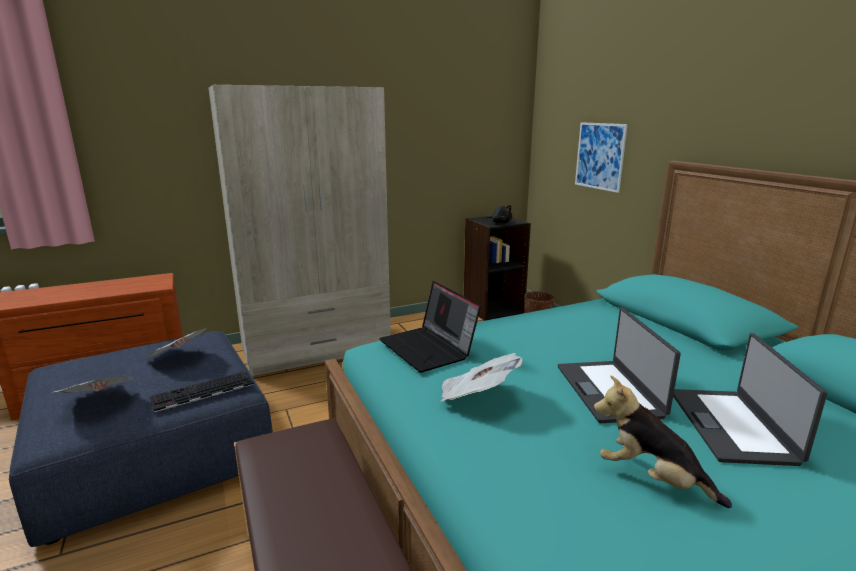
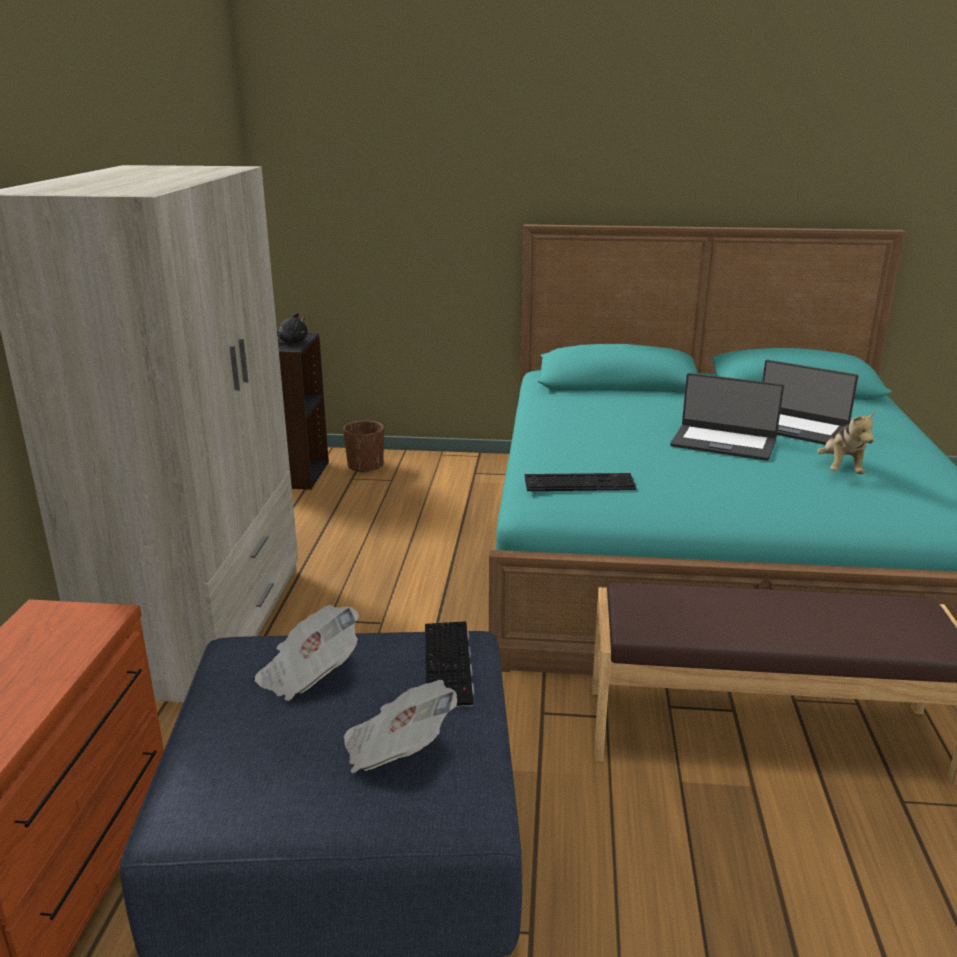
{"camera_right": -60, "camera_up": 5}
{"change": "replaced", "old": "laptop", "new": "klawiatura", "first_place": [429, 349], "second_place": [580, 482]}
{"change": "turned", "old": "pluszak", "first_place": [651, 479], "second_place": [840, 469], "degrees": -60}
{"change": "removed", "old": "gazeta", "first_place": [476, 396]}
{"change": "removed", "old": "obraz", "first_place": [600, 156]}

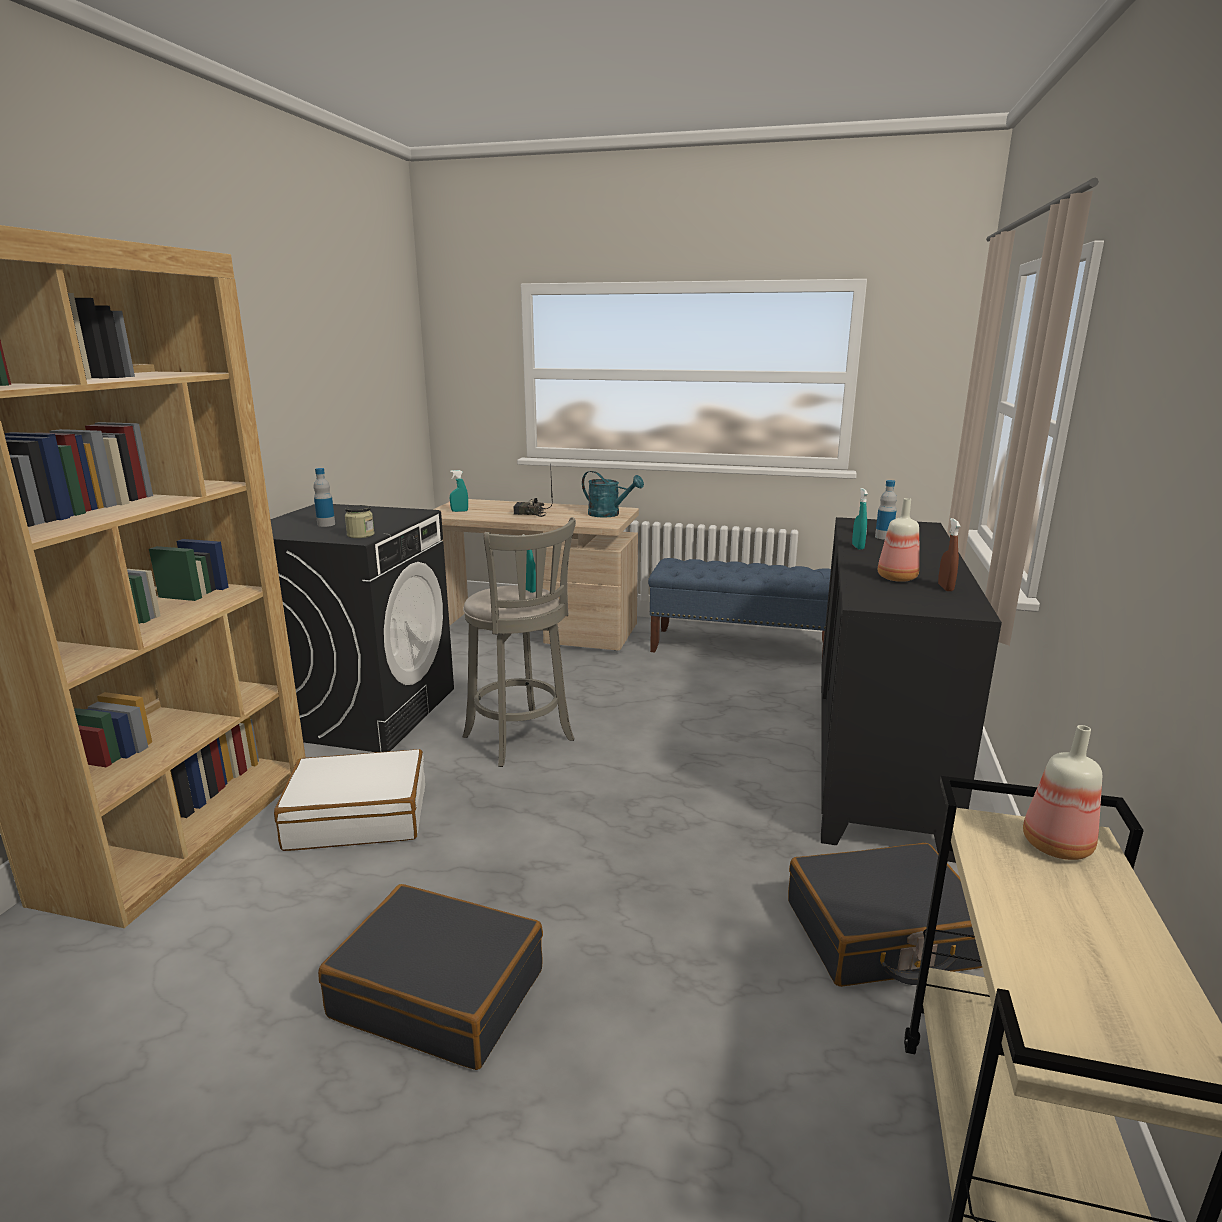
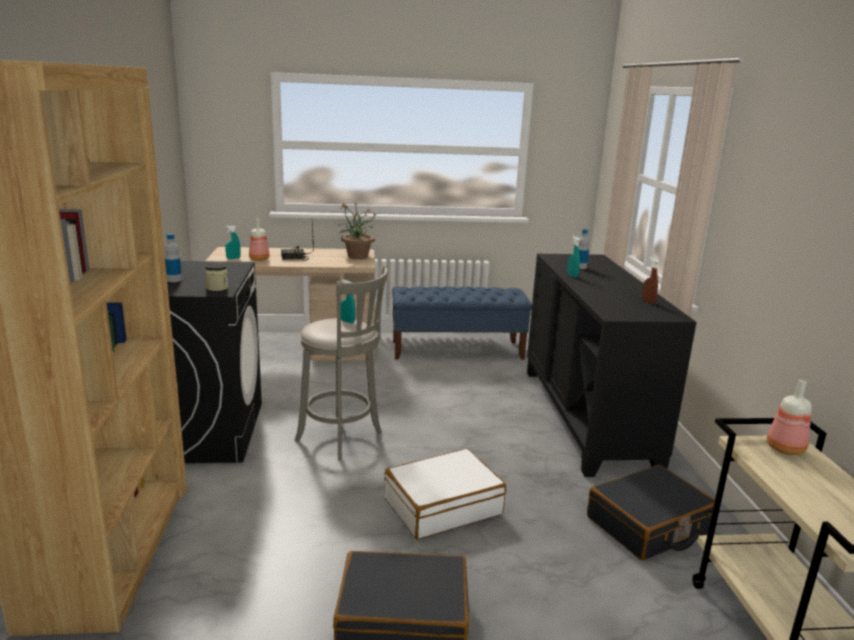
{"camera_right": -20, "camera_up": 0}
{"change": "moved", "old": "butelka", "first_place": [897, 578], "second_place": [259, 259]}
{"change": "replaced", "old": "konewka/turkusowy", "new": "roślina doniczkowa", "first_place": [609, 514], "second_place": [357, 256]}
{"change": "moved", "old": "walizka/biały", "first_place": [358, 817], "second_place": [442, 506]}

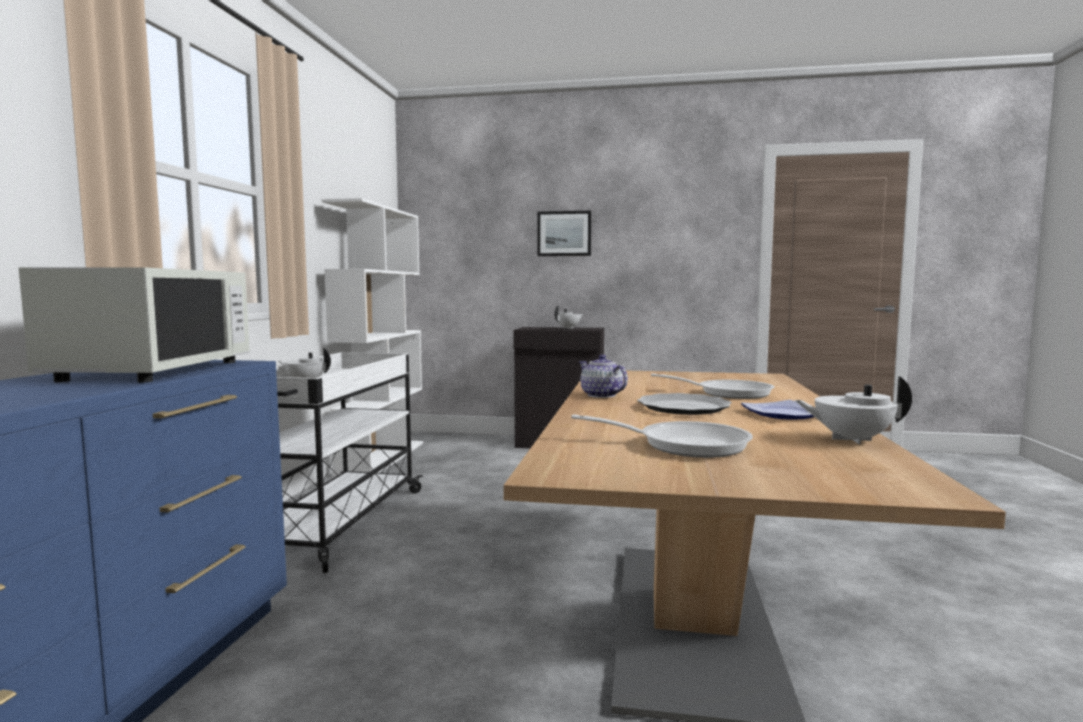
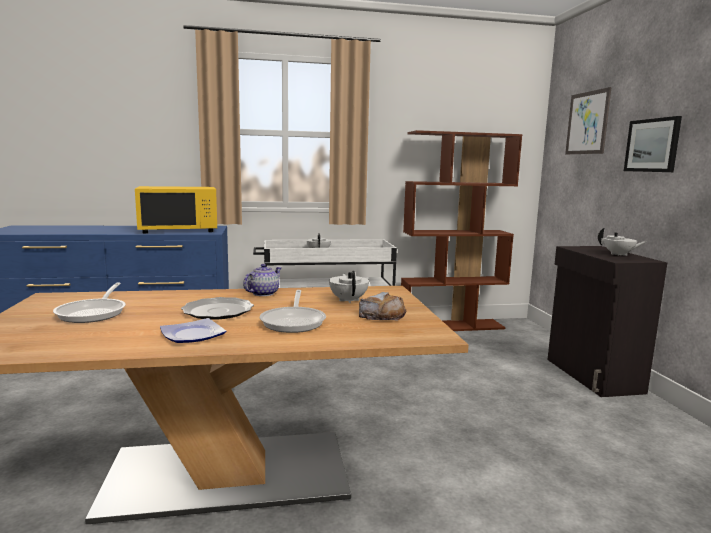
{"camera_right": 70, "camera_up": 5}
{"change": "recoloured", "old": "mikrofalówka/biały", "new": "mikrofalówka/żółty", "first_place": [154, 370], "second_place": [179, 230]}
{"change": "moved", "old": "imbryk/biały", "first_place": [851, 439], "second_place": [348, 300]}
{"change": "added", "new": "chleb", "second_place": [382, 315]}
{"change": "recoloured", "old": "regał/biały", "new": "regał/brązowy", "first_place": [381, 458], "second_place": [452, 326]}
{"change": "added", "new": "obraz", "second_place": [587, 123]}

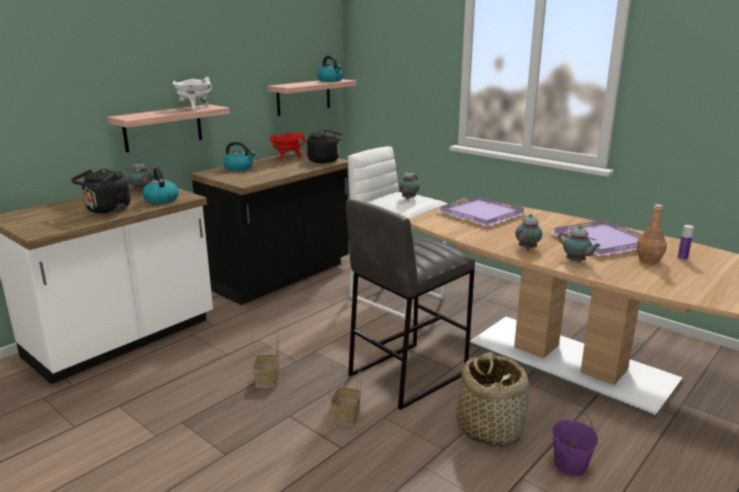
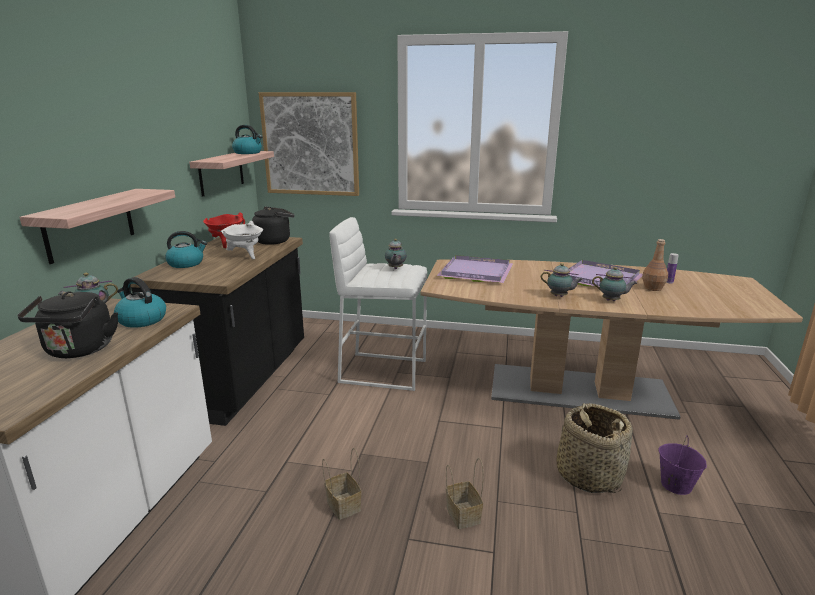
{"camera_right": -30, "camera_up": 0}
{"change": "moved", "old": "garnek/biały", "first_place": [194, 108], "second_place": [245, 256]}
{"change": "added", "new": "obraz", "second_place": [310, 144]}
{"change": "turned", "old": "imbryk", "first_place": [527, 248], "second_place": [559, 296], "degrees": 135}
{"change": "removed", "old": "stołek/szary", "first_place": [406, 374]}

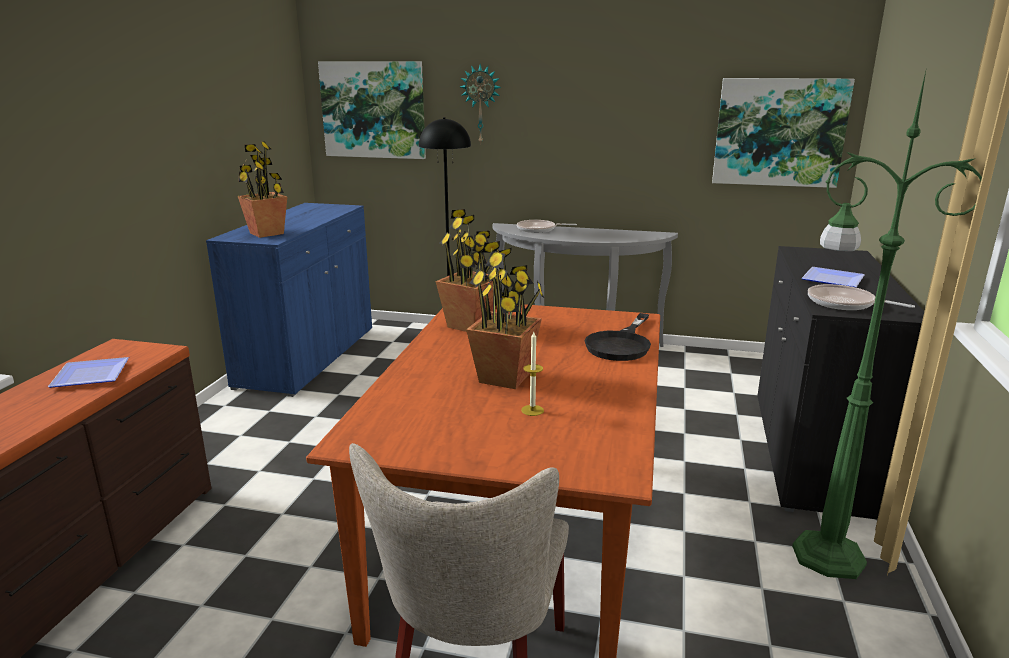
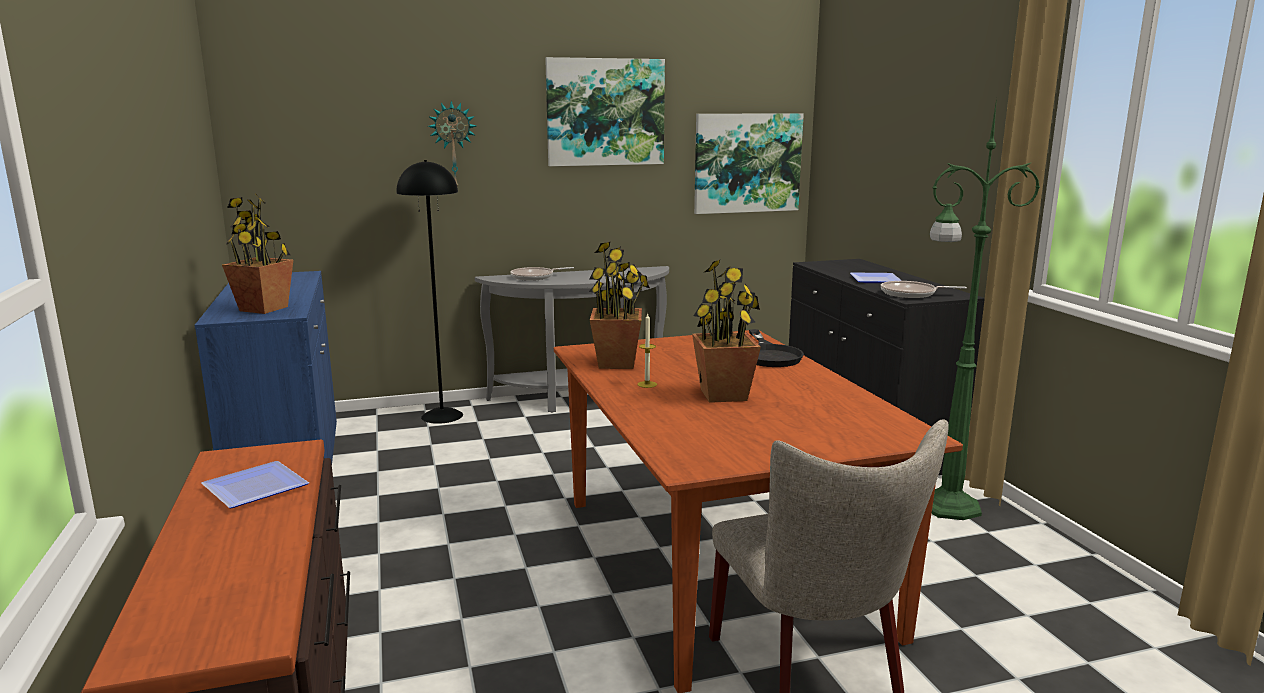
{"camera_right": -30, "camera_up": -5}
{"change": "moved", "old": "obraz", "first_place": [373, 110], "second_place": [605, 112]}
{"change": "moved", "old": "świeca", "first_place": [532, 410], "second_place": [647, 384]}

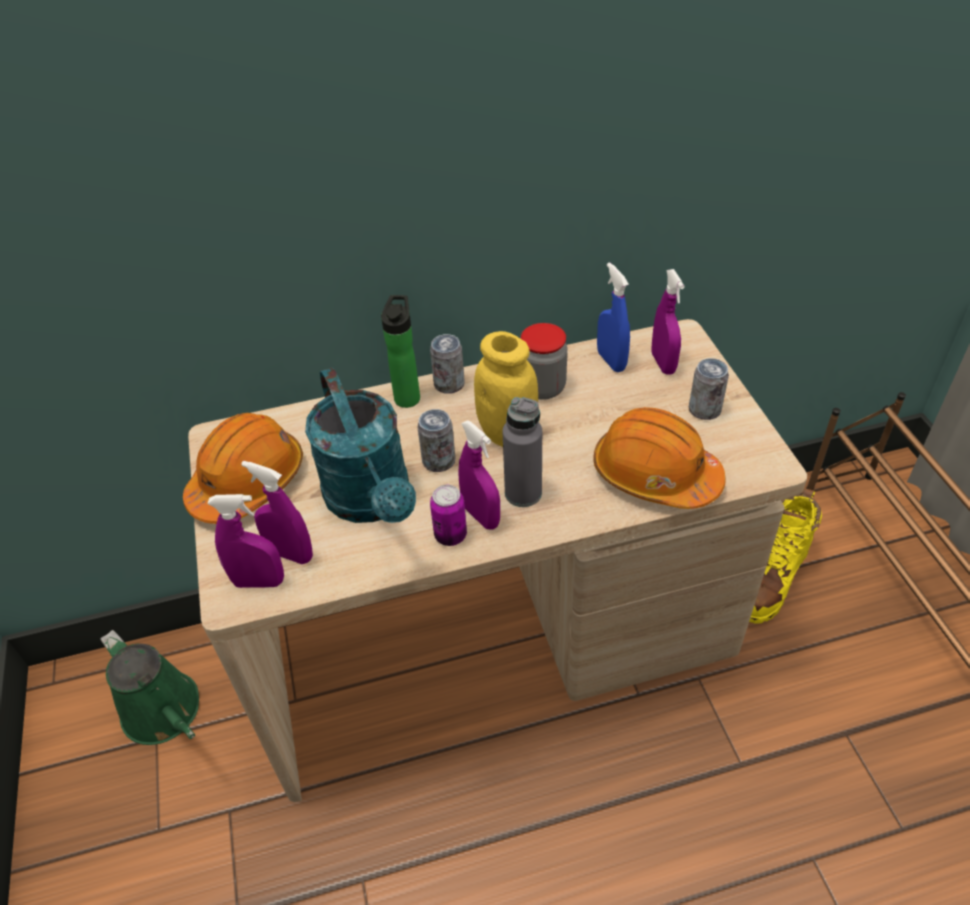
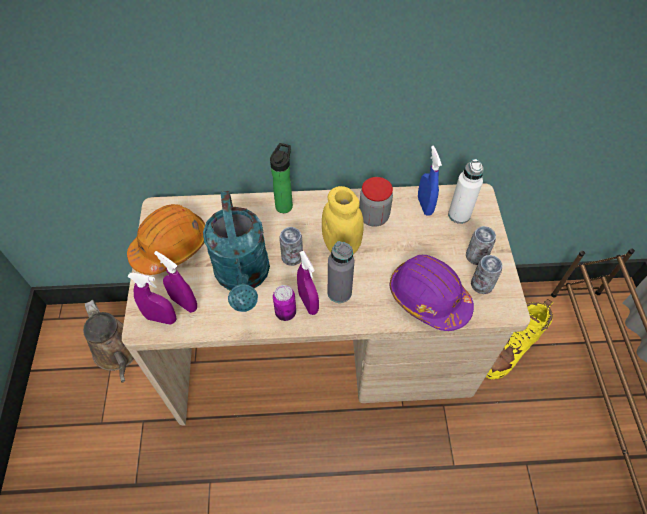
{"camera_right": 10, "camera_up": 10}
{"change": "recoloured", "old": "konewka/zielony", "new": "konewka/brązowy", "first_place": [165, 713], "second_place": [118, 353]}
{"change": "recoloured", "old": "kask/pomarańczowy", "new": "kask/fioletowy", "first_place": [655, 475], "second_place": [428, 298]}
{"change": "replaced", "old": "spryskiwacz/fioletowy", "new": "butelka/biały", "first_place": [663, 363], "second_place": [459, 215]}
{"change": "moved", "old": "puszka", "first_place": [449, 384], "second_place": [481, 285]}

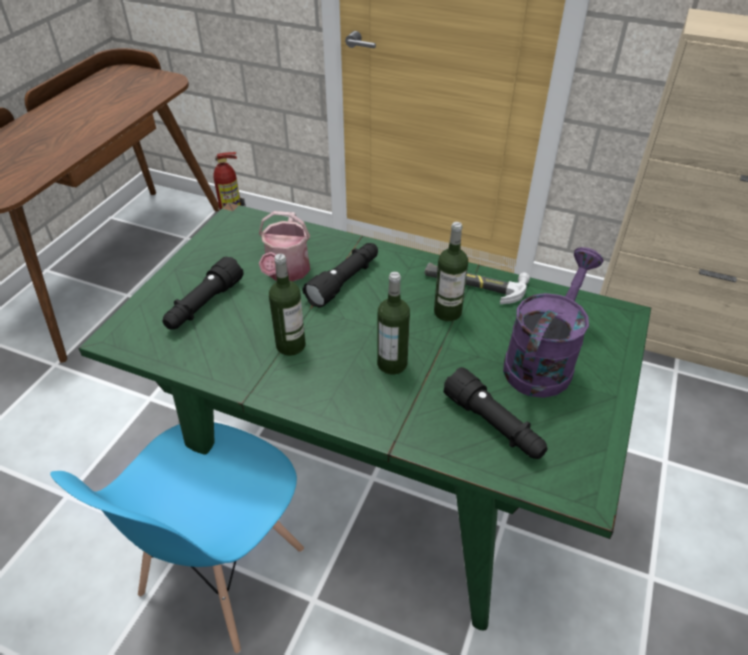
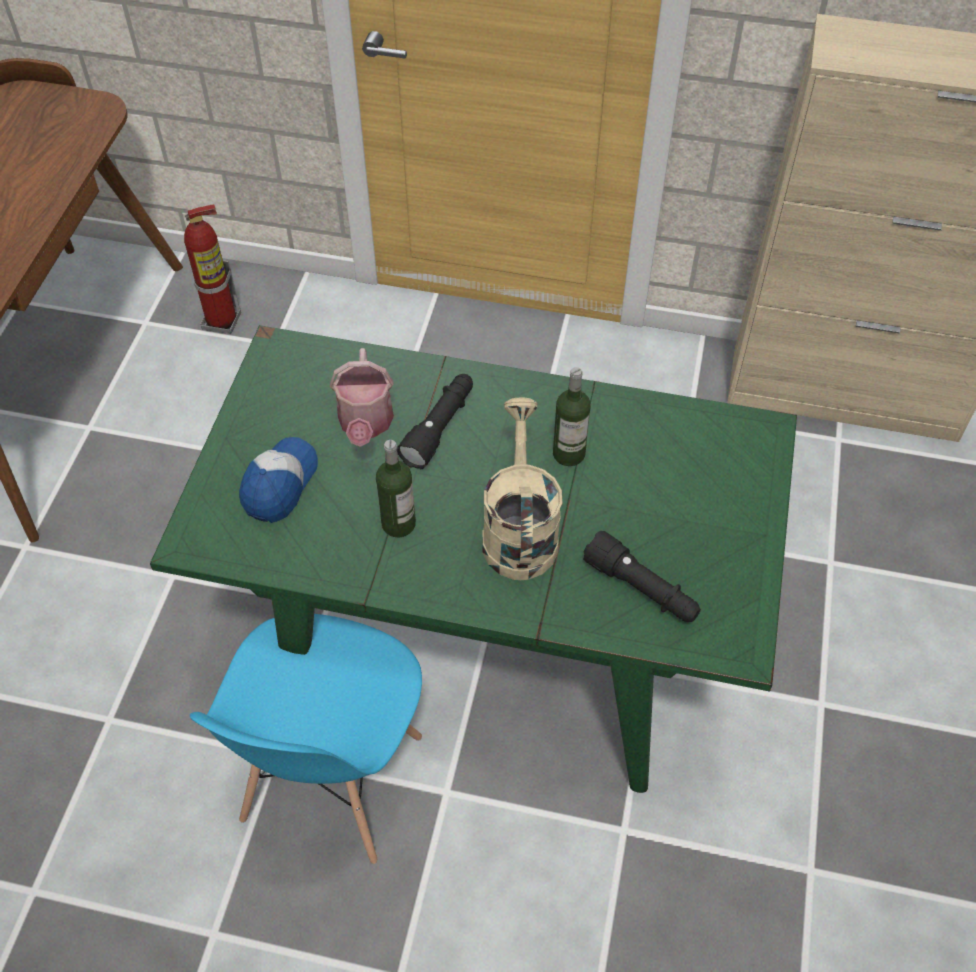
{"camera_right": -10, "camera_up": 10}
{"change": "replaced", "old": "latarka/czarny", "new": "czapka z daszkiem", "first_place": [204, 305], "second_place": [279, 484]}
{"change": "replaced", "old": "butelka", "new": "konewka/beżowy", "first_place": [392, 364], "second_place": [519, 530]}
{"change": "removed", "old": "młotek", "first_place": [474, 283]}
{"change": "removed", "old": "konewka/fioletowy", "first_place": [542, 360]}

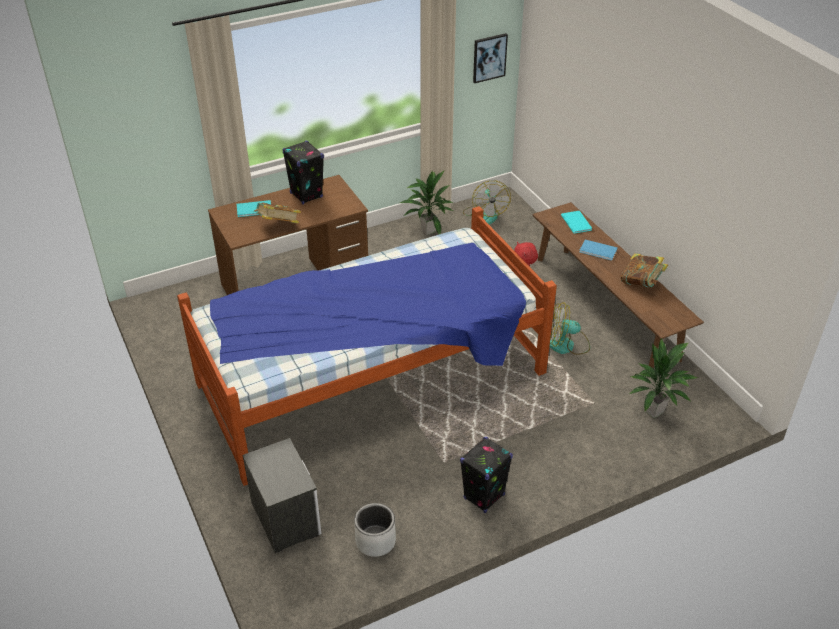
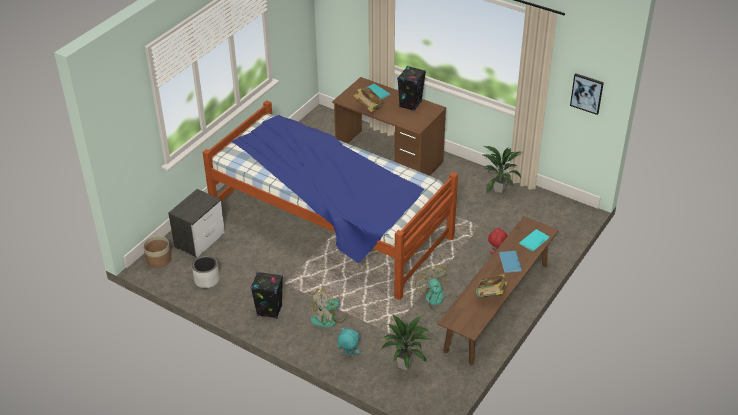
{"camera_right": 60, "camera_up": 0}
{"change": "added", "new": "donica", "second_place": [158, 260]}
{"change": "moved", "old": "wentylator", "first_place": [485, 215], "second_place": [329, 318]}
{"change": "added", "new": "pluszak/turkusowy", "second_place": [348, 354]}

